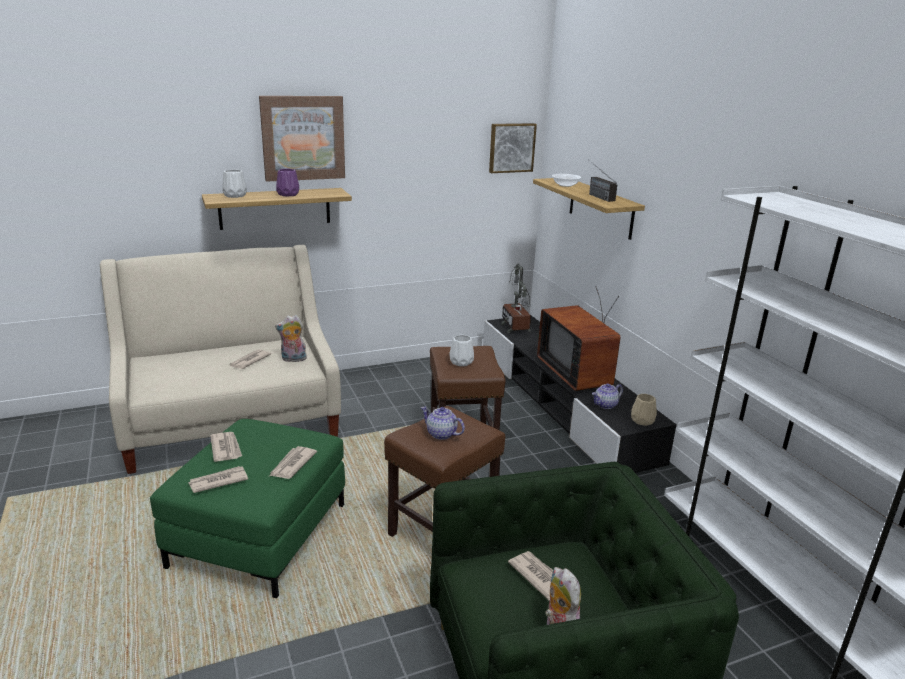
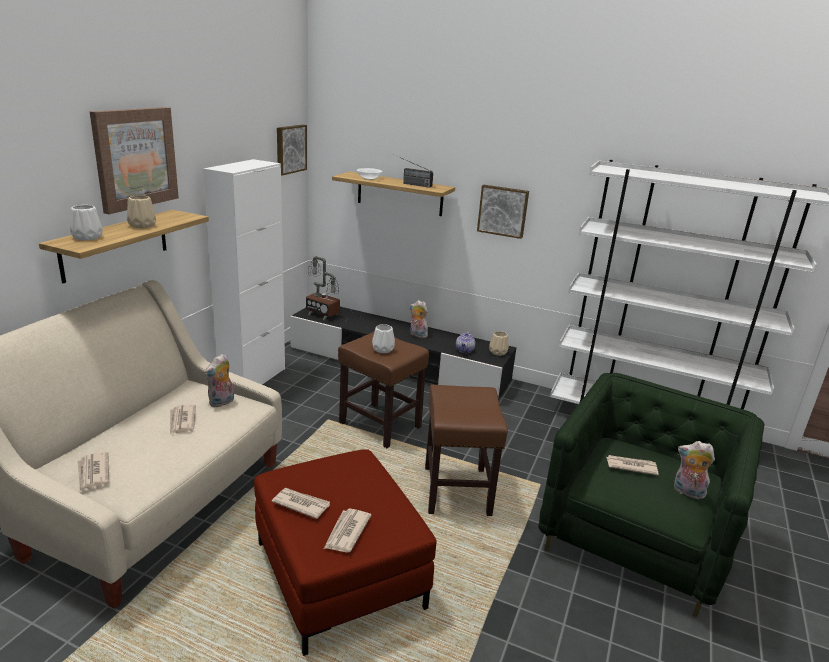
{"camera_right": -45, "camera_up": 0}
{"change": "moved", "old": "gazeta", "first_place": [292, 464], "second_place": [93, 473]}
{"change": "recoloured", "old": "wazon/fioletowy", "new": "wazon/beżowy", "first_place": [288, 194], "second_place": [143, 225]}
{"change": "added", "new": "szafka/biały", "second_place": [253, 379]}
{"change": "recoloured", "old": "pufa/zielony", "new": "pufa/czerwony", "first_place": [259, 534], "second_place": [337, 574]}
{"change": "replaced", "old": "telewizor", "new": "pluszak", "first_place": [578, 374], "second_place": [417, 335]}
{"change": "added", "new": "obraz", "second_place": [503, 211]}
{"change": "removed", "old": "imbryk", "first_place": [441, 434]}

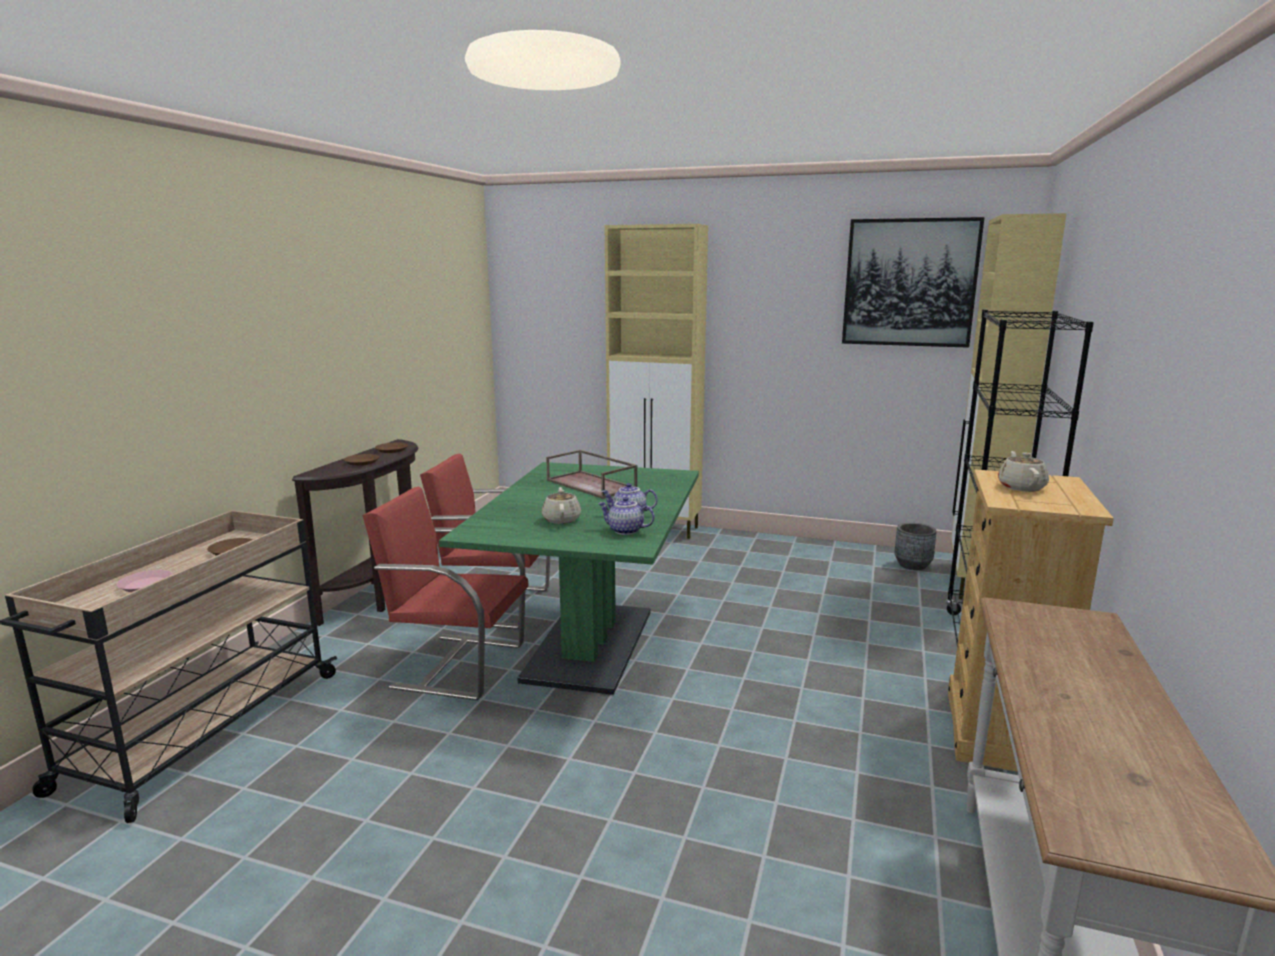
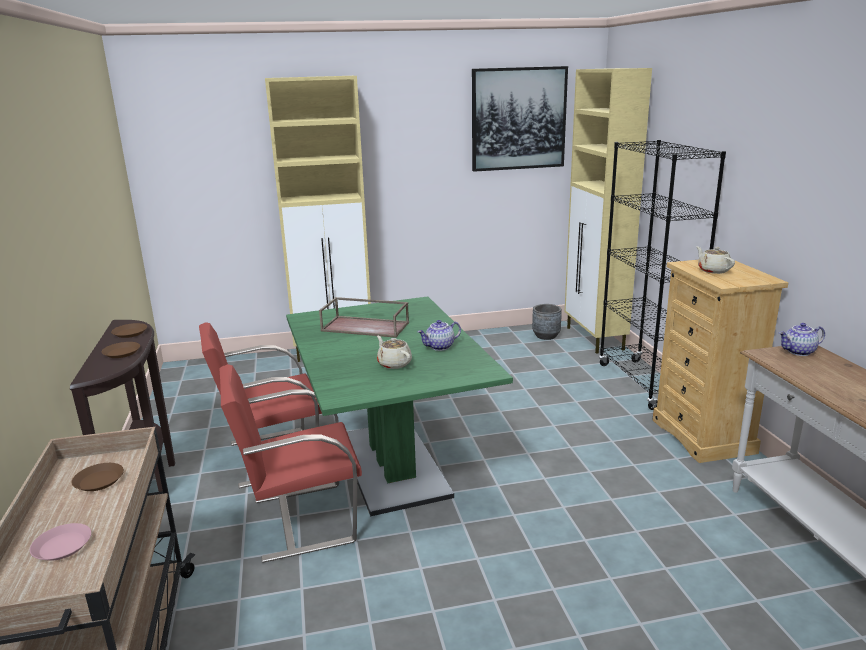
{"camera_right": -30, "camera_up": 5}
{"change": "moved", "old": "imbryk", "first_place": [625, 531], "second_place": [799, 352]}

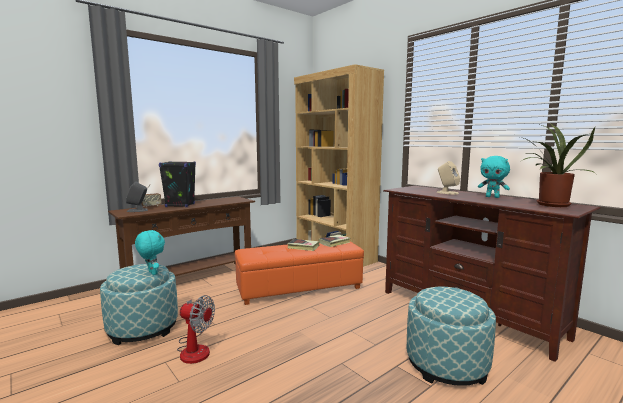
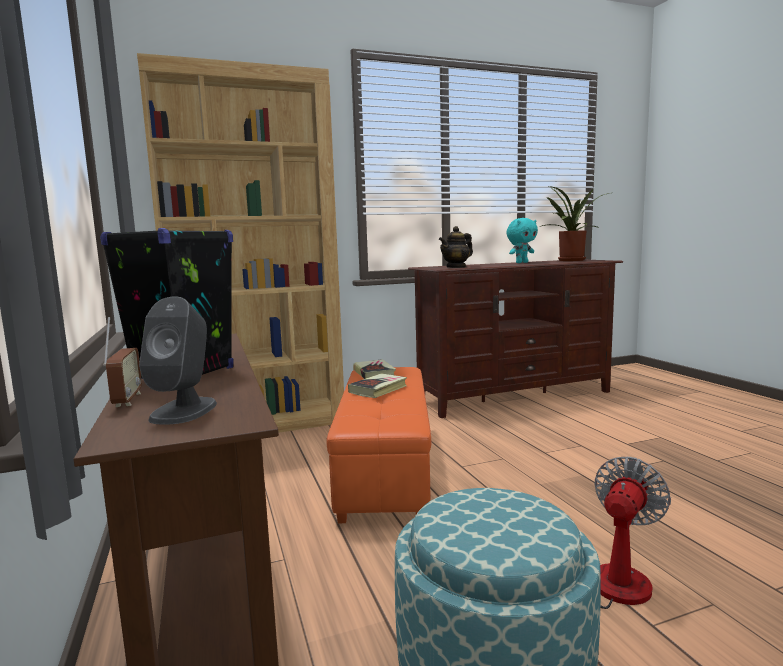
{"camera_right": -70, "camera_up": 0}
{"change": "added", "new": "imbryk", "second_place": [456, 267]}
{"change": "removed", "old": "pluszak/turkusowy", "first_place": [151, 273]}
{"change": "removed", "old": "pufa", "first_place": [446, 364]}
{"change": "removed", "old": "głośnik/beżowy", "first_place": [447, 193]}

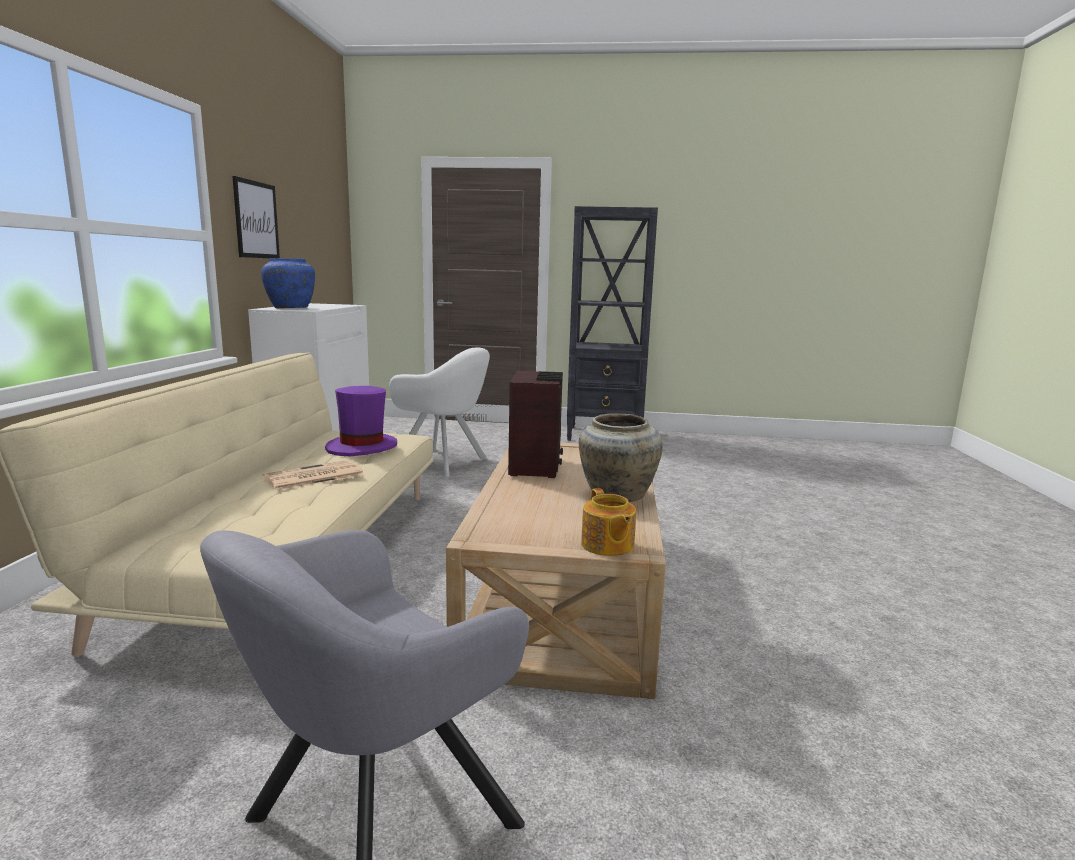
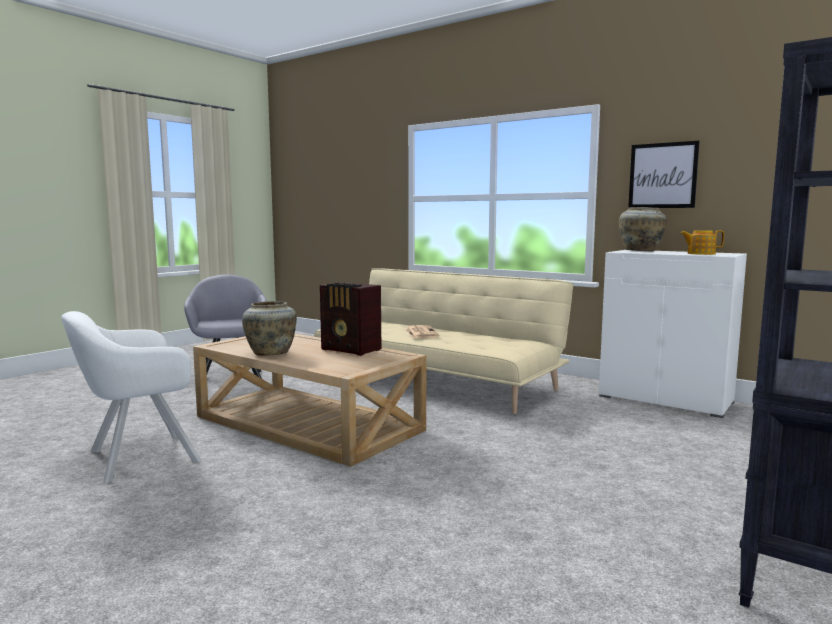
{"camera_right": 120, "camera_up": -5}
{"change": "moved", "old": "fotel/biały", "first_place": [444, 463], "second_place": [136, 457]}
{"change": "recoloured", "old": "wazon/niebieski", "new": "wazon/beżowy", "first_place": [291, 308], "second_place": [641, 251]}
{"change": "moved", "old": "imbryk", "first_place": [607, 545], "second_place": [700, 253]}
{"change": "removed", "old": "kapelusz/fioletowy", "first_place": [362, 447]}

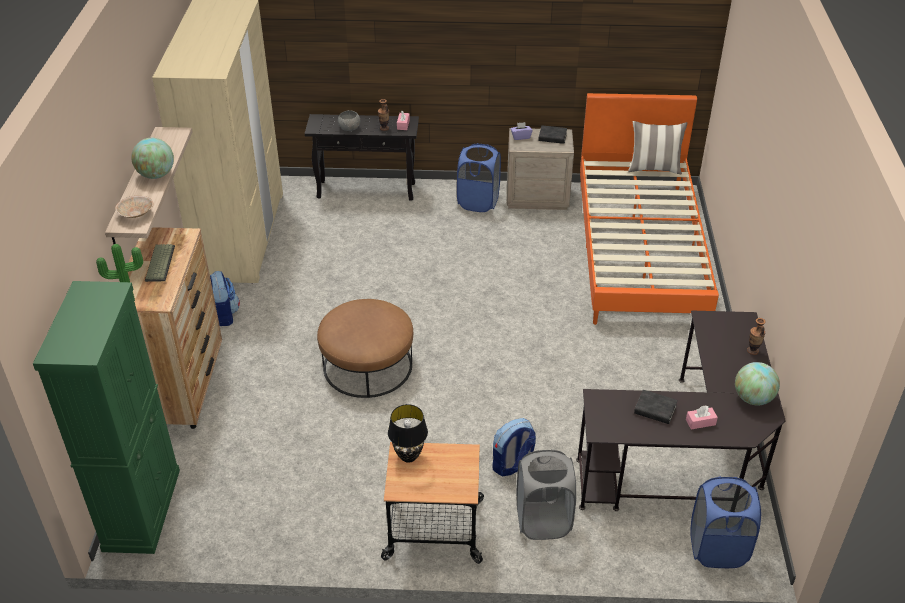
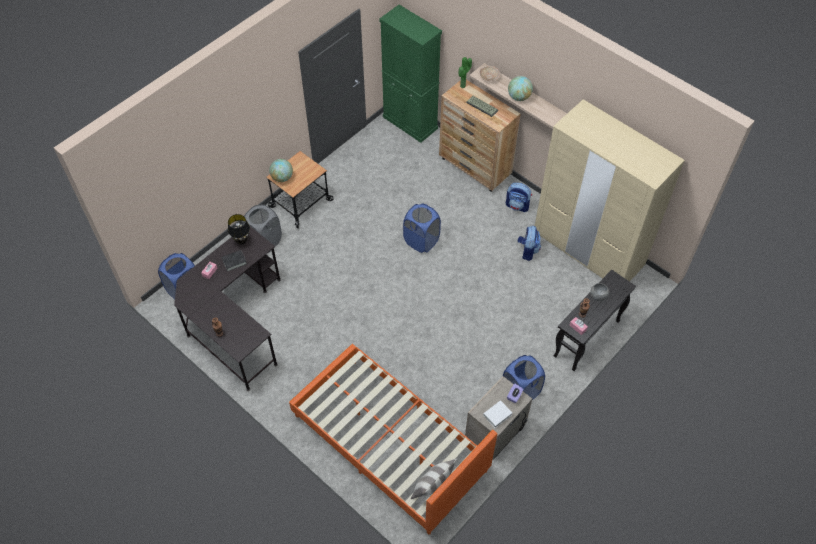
{"camera_right": 130, "camera_up": 15}
{"change": "moved", "old": "lampa stołowa/czarny", "first_place": [409, 456], "second_place": [241, 241]}
{"change": "moved", "old": "globus", "first_place": [753, 398], "second_place": [282, 178]}
{"change": "replaced", "old": "pufa/brązowy", "new": "kosz na pranie/niebieski", "first_place": [367, 365], "second_place": [421, 241]}
{"change": "recoloured", "old": "książka/czarny", "new": "książka/biały", "first_place": [552, 137], "second_place": [497, 415]}
{"change": "moved", "old": "plecak", "first_place": [512, 465], "second_place": [527, 250]}

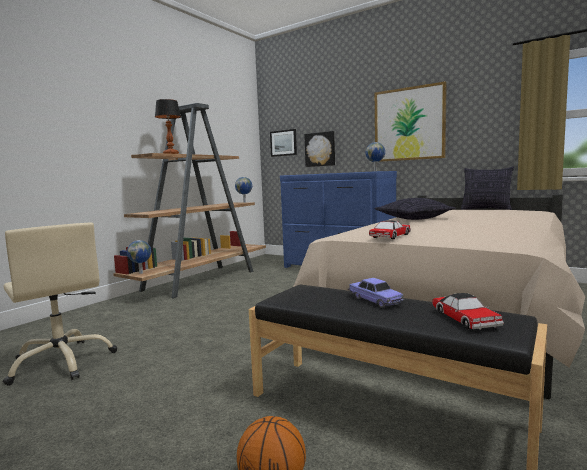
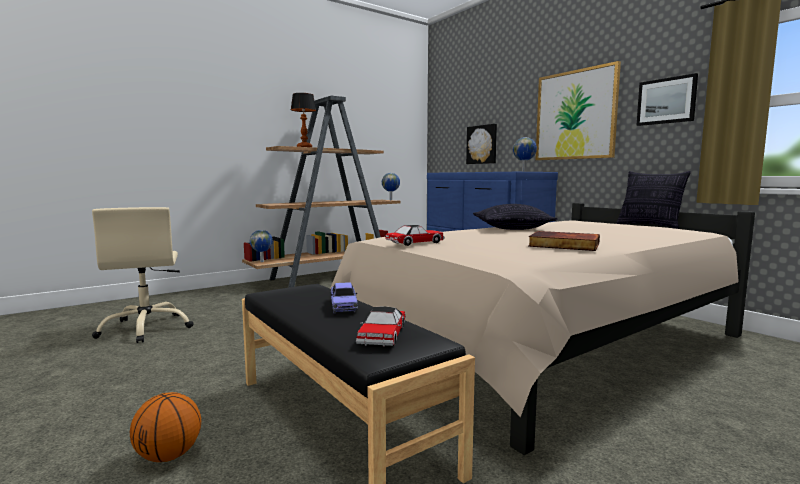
{"camera_right": 20, "camera_up": 0}
{"change": "added", "new": "książka", "second_place": [563, 245]}
{"change": "moved", "old": "obraz", "first_place": [283, 143], "second_place": [666, 101]}

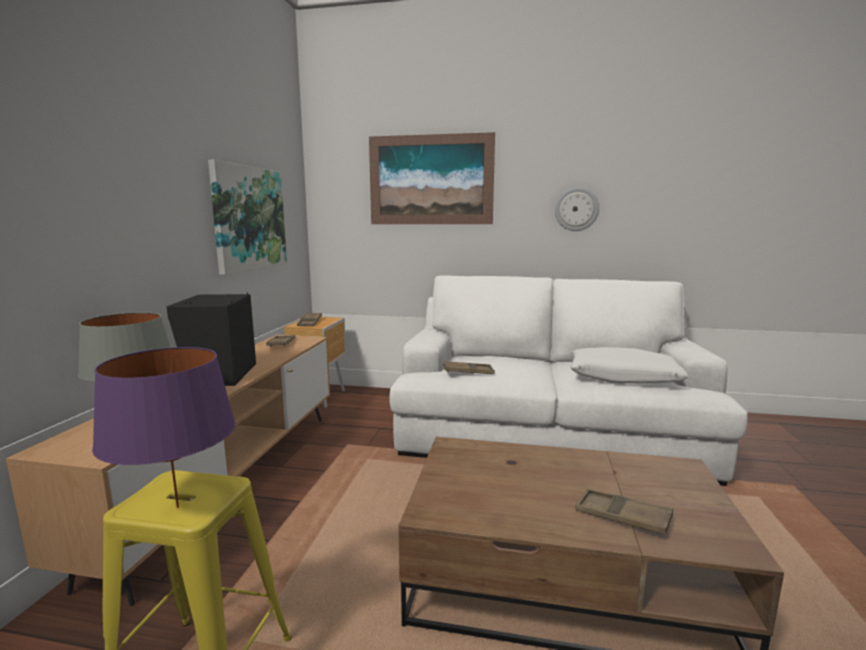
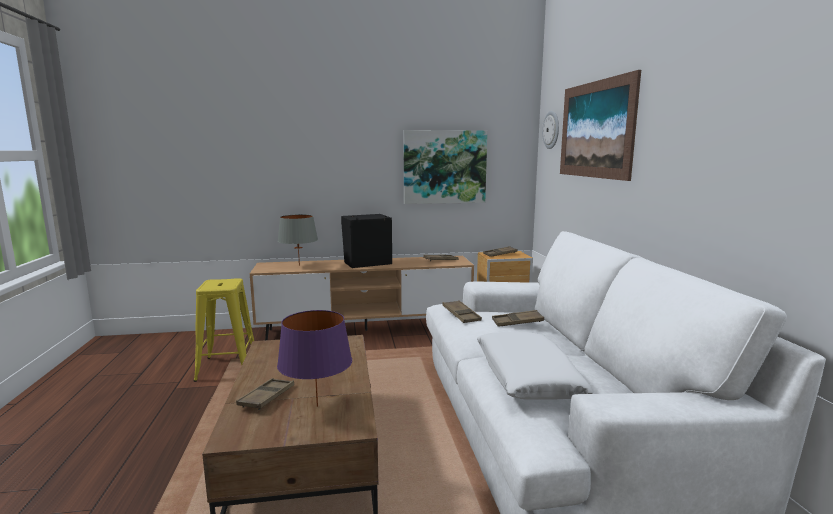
{"camera_right": 70, "camera_up": 0}
{"change": "moved", "old": "lampa stołowa/fioletowy", "first_place": [178, 507], "second_place": [317, 406]}
{"change": "added", "new": "taca/brązowy", "second_place": [517, 322]}
{"change": "moved", "old": "zegar ścienny", "first_place": [576, 209], "second_place": [551, 130]}

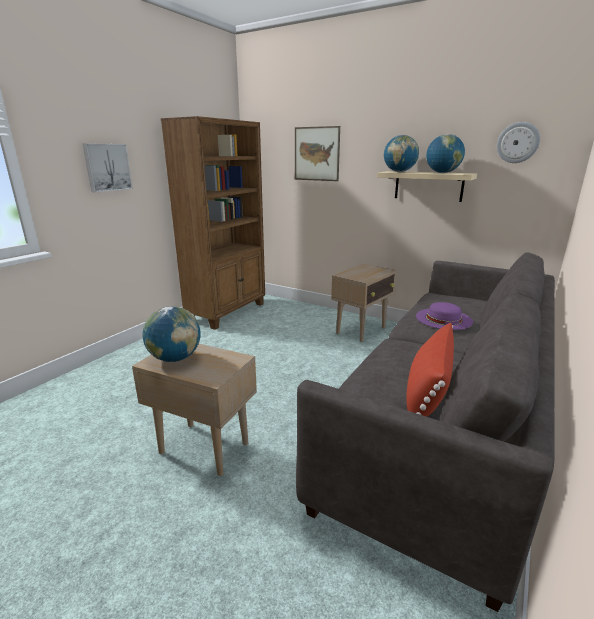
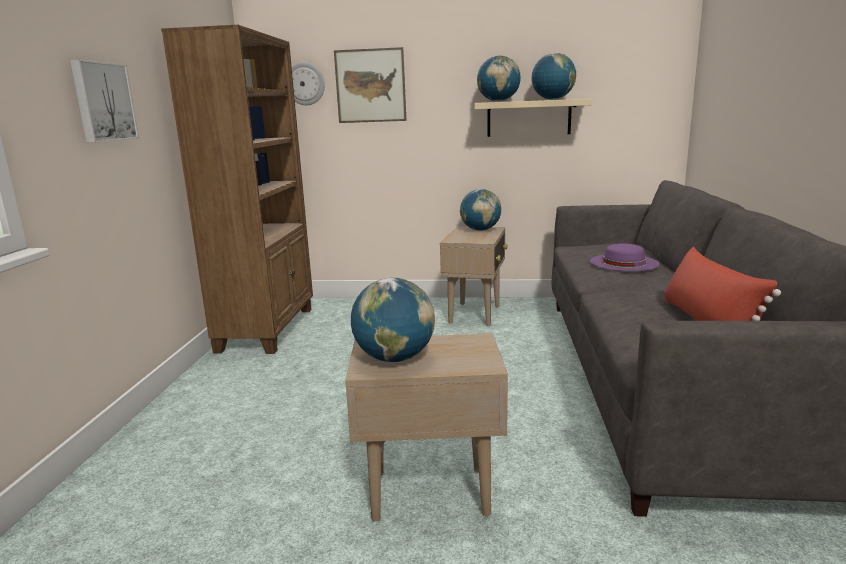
{"camera_right": -25, "camera_up": -5}
{"change": "moved", "old": "zegar ścienny", "first_place": [517, 142], "second_place": [305, 84]}
{"change": "added", "new": "globus", "second_place": [480, 230]}

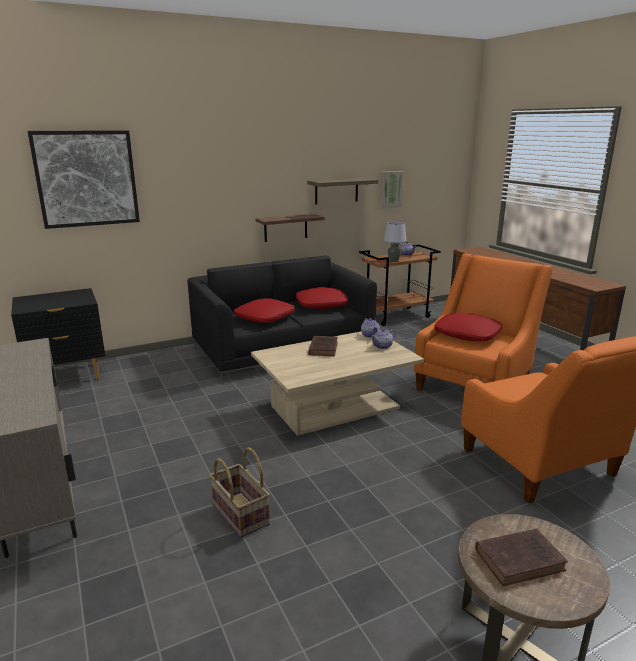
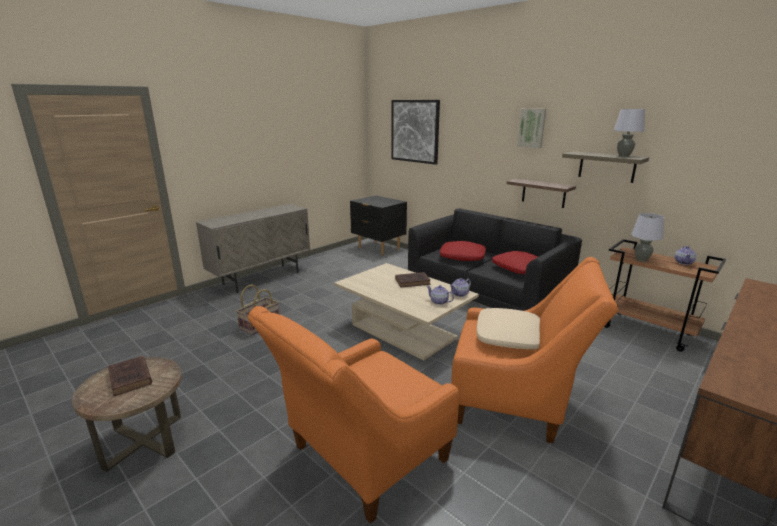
{"camera_right": 70, "camera_up": 0}
{"change": "recoloured", "old": "poduszka/czerwony", "new": "poduszka/beżowy", "first_place": [467, 334], "second_place": [509, 336]}
{"change": "moved", "old": "obraz", "first_place": [391, 189], "second_place": [532, 128]}
{"change": "added", "new": "lampa stołowa/szary", "second_place": [624, 156]}

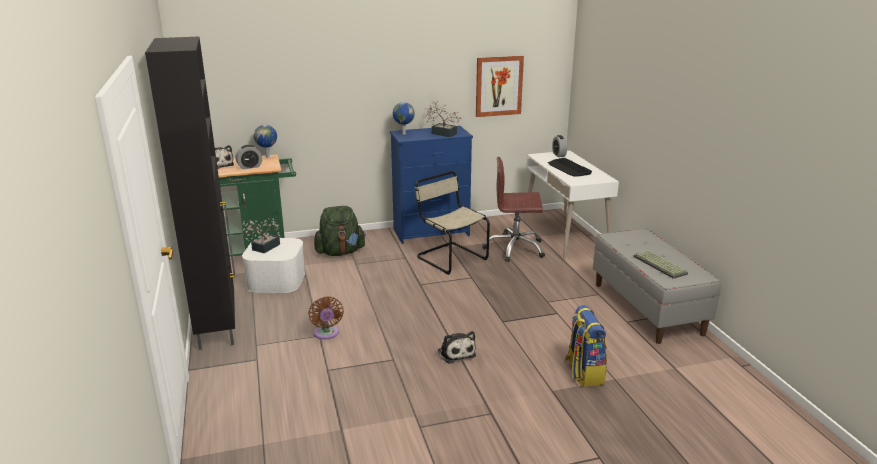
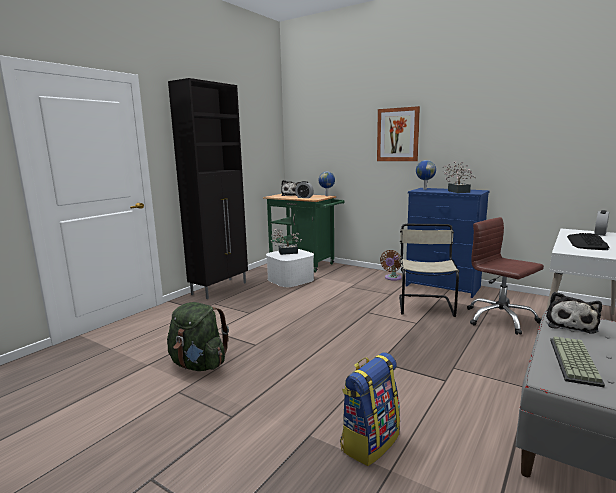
{"camera_right": 50, "camera_up": -10}
{"change": "moved", "old": "plecak/zielony", "first_place": [340, 252], "second_place": [199, 365]}
{"change": "moved", "old": "obraz", "first_place": [498, 86], "second_place": [398, 134]}
{"change": "moved", "old": "wentylator/brązowy", "first_place": [326, 334], "second_place": [392, 278]}
{"change": "moved", "old": "pluszak", "first_place": [455, 352], "second_place": [570, 324]}

